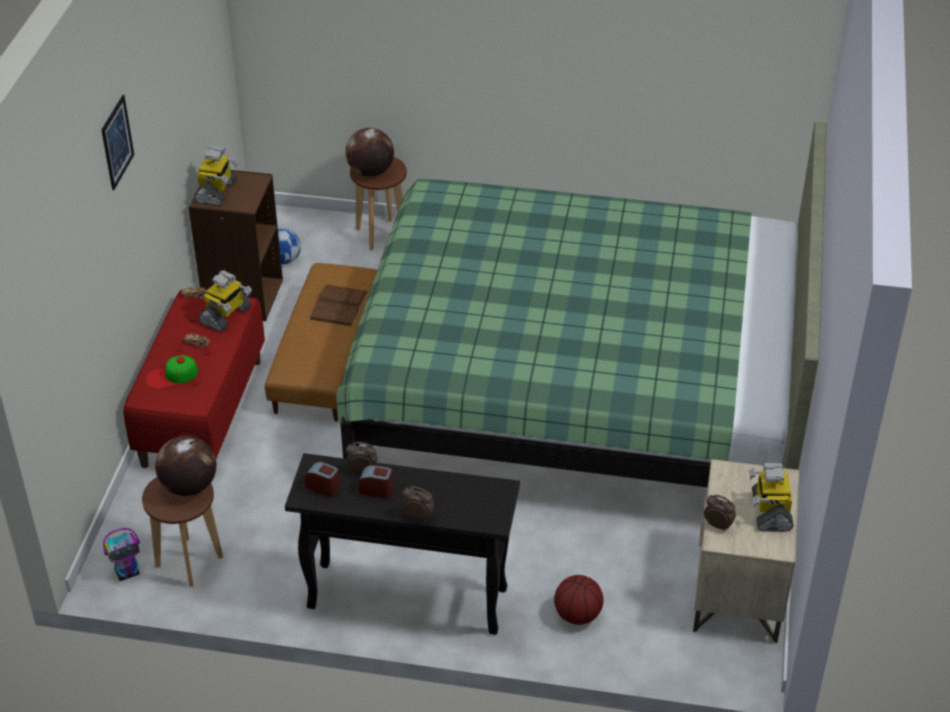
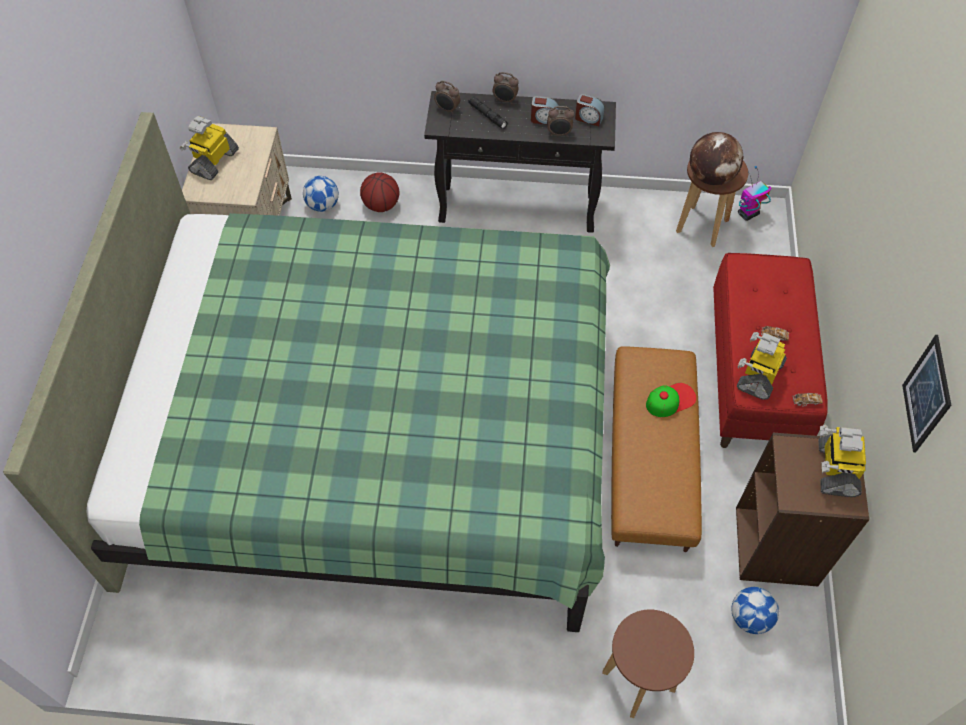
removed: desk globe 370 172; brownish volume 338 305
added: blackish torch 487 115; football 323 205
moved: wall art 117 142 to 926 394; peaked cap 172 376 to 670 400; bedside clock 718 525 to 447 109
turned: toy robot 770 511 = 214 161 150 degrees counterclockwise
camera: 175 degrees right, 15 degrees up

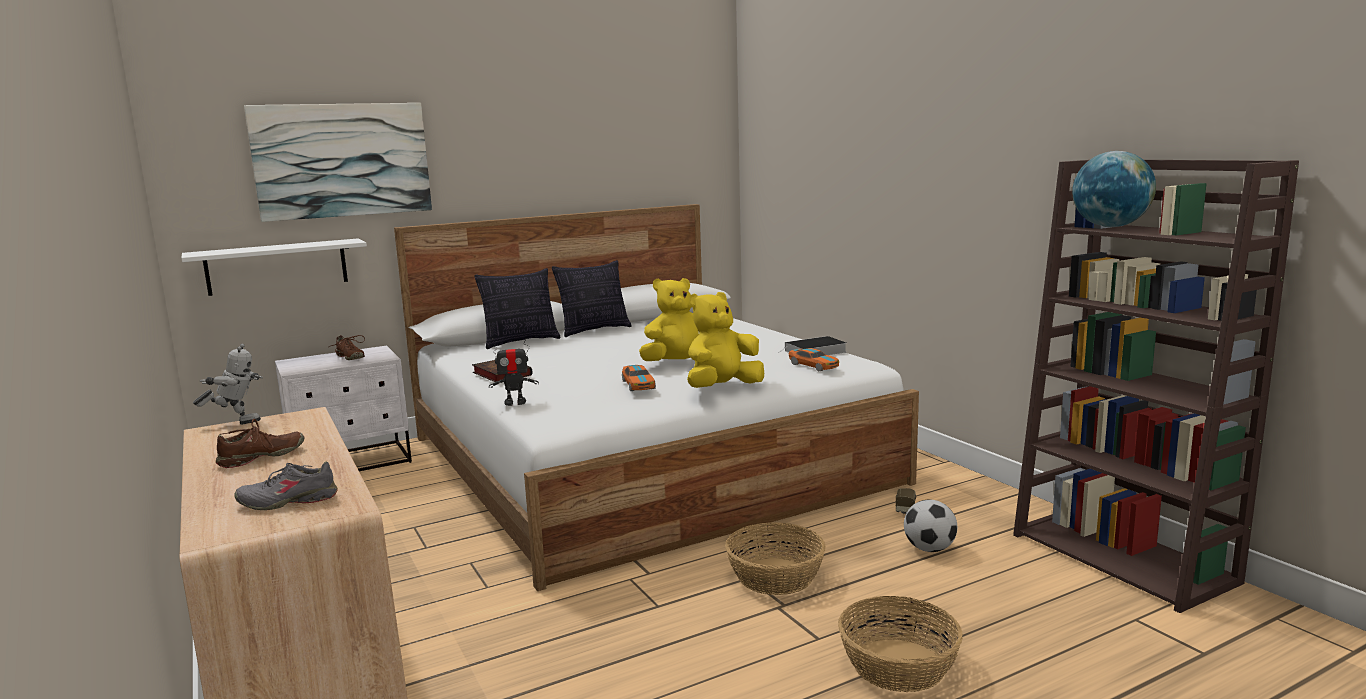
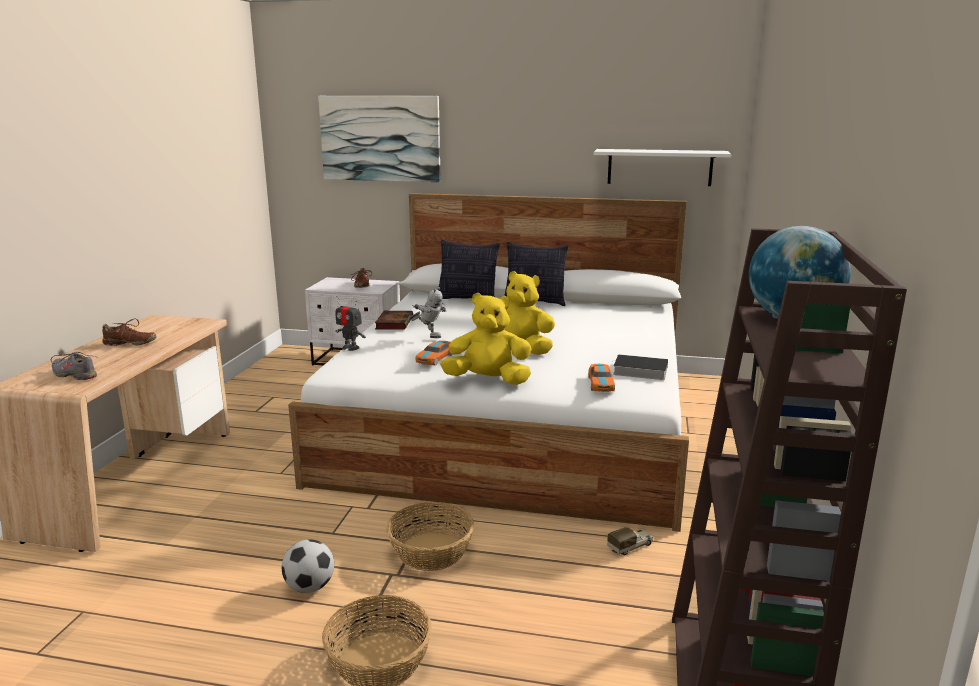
moved: white wall shelf 277 266 to 659 167; toy robot 236 422 to 429 335; football 929 549 to 310 587
camera: 40 degrees right, 5 degrees up

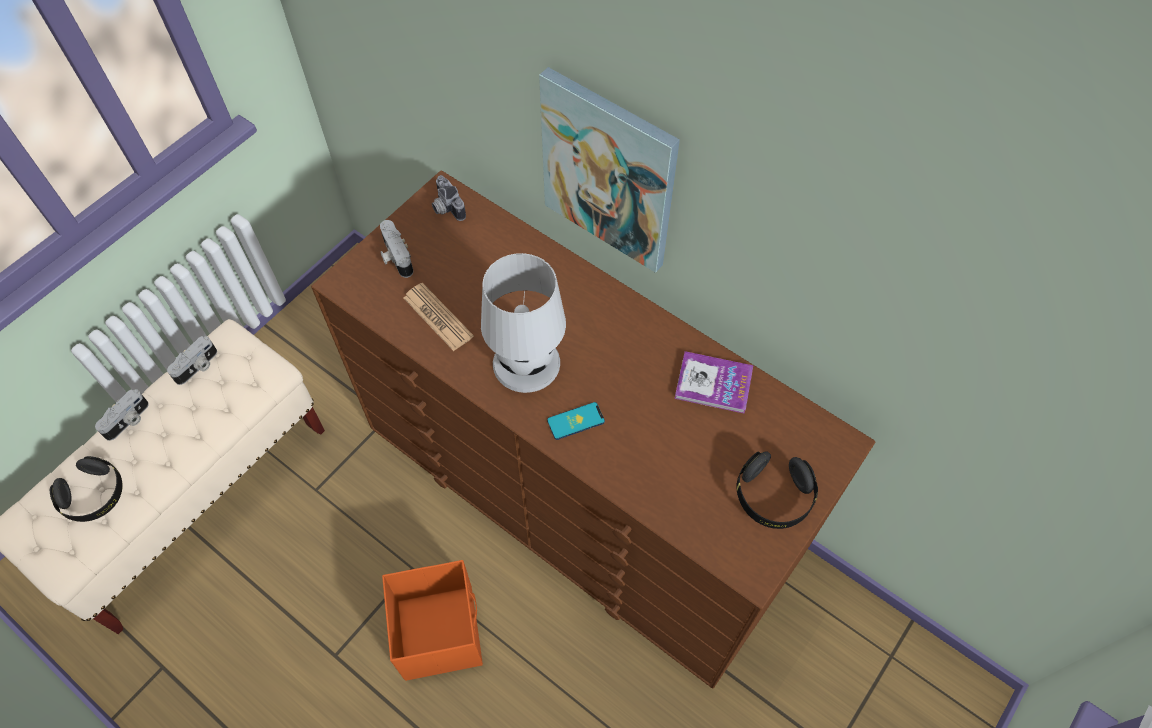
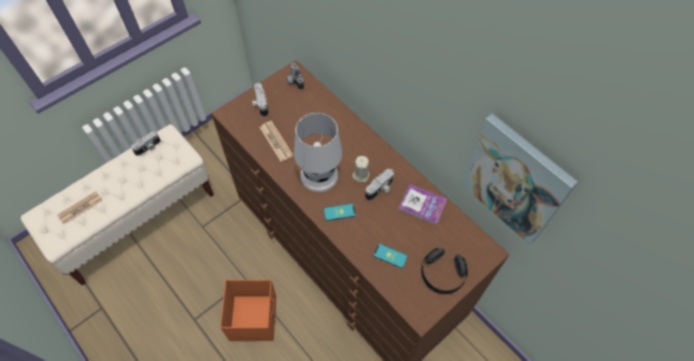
added: sand-coloured wax candle 360 175; phone 390 256
moved: wall art 609 171 to 515 180; still camera 128 421 to 380 189
replaced: blackish headphones 94 496 to printed paper 80 208
camera: 10 degrees right, 0 degrees up

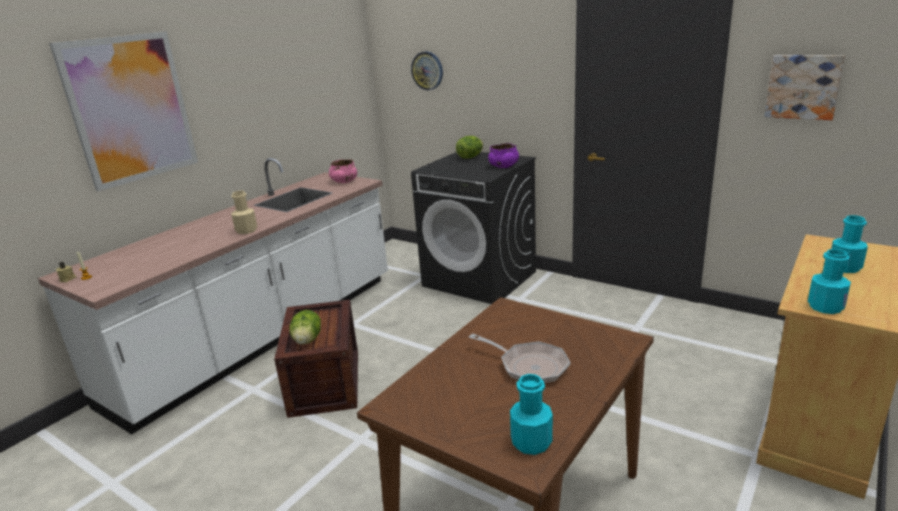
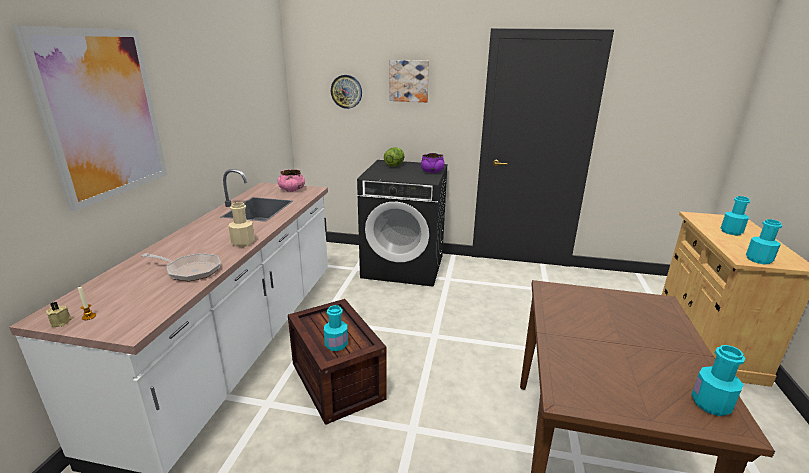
moved: wall art 803 86 to 409 81; frying pan 529 366 to 190 270
replaced: head of lettuce 307 340 to blue-green beverage bottle 336 344
camera: 25 degrees left, 0 degrees up

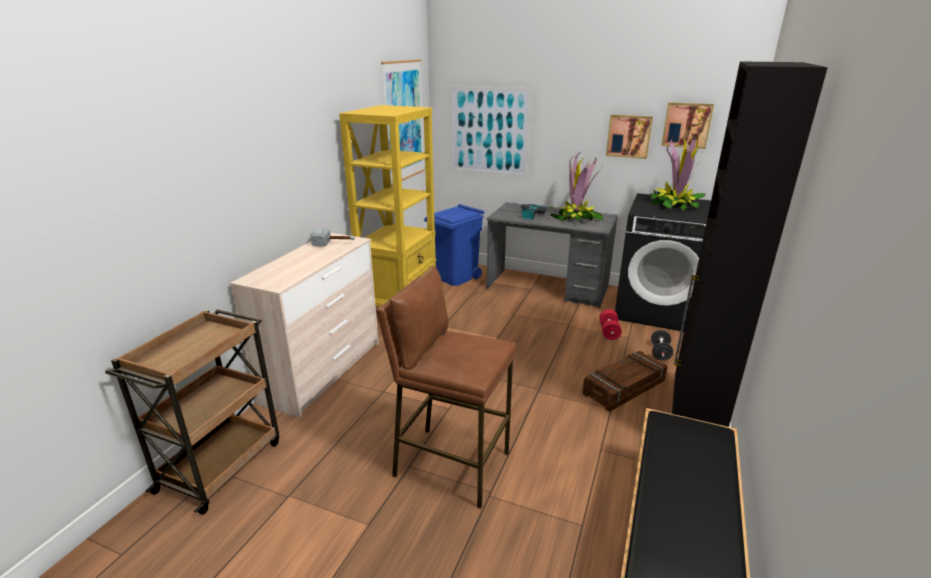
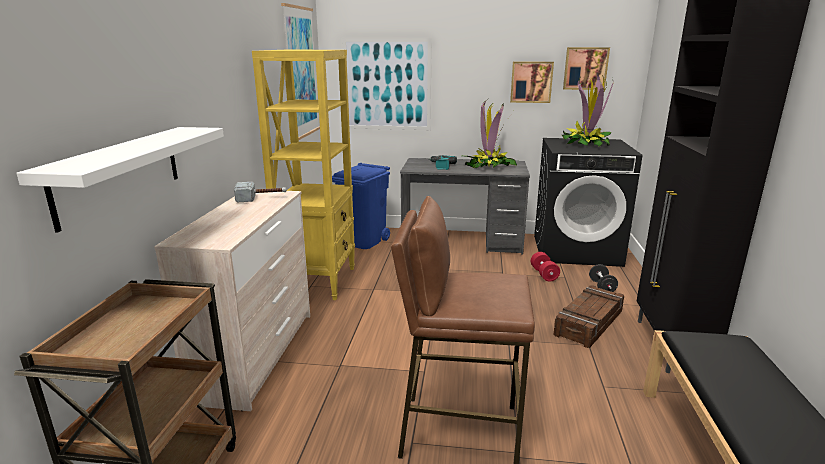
added: white wall shelf 120 173
camera: 15 degrees left, 5 degrees down

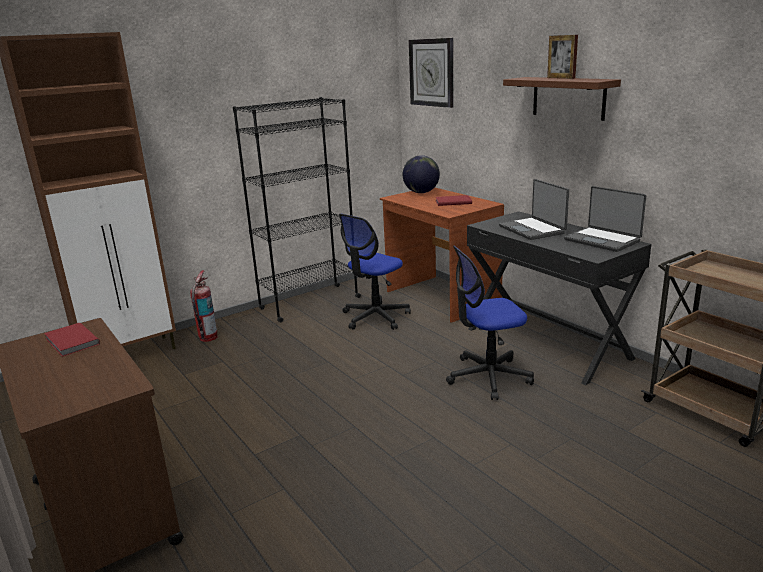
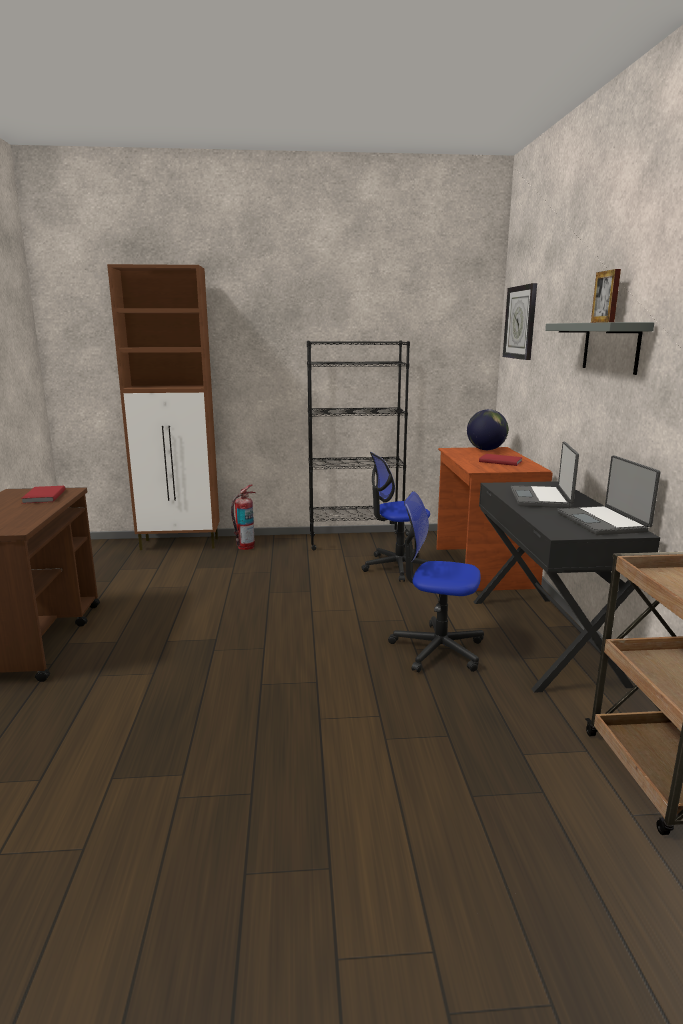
recoloured: brownish wall shelf 568 98 to greyish wall shelf 611 347
camera: 30 degrees right, 5 degrees down

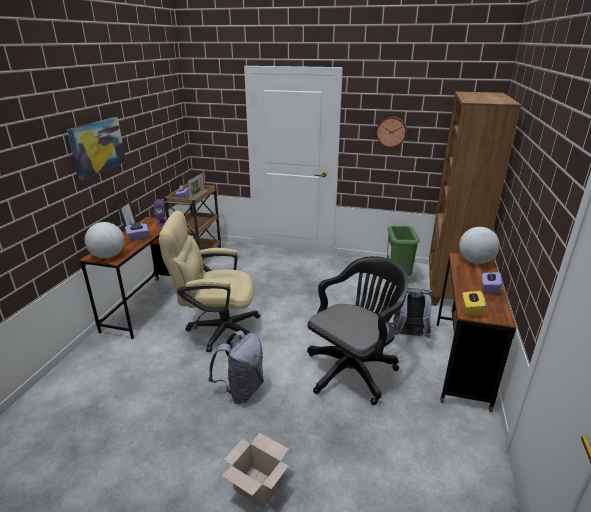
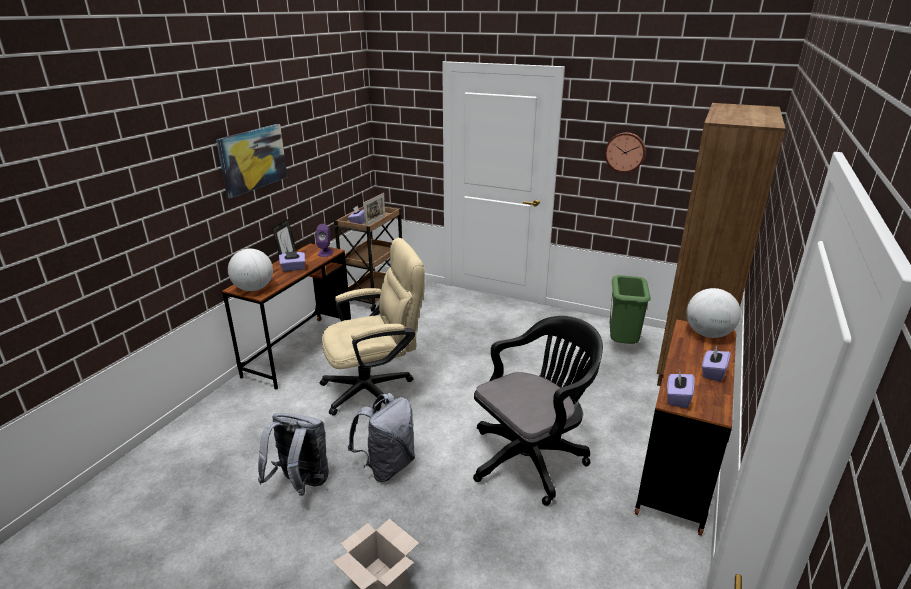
moved: greyish backpack 408 336 to 300 484
recoloured: yellow tissue holder 471 310 to purple-coloured tissue holder 677 398
turned: sand-coloured office chair 217 329 = 376 388 150 degrees clockwise
camera: 10 degrees right, 0 degrees up

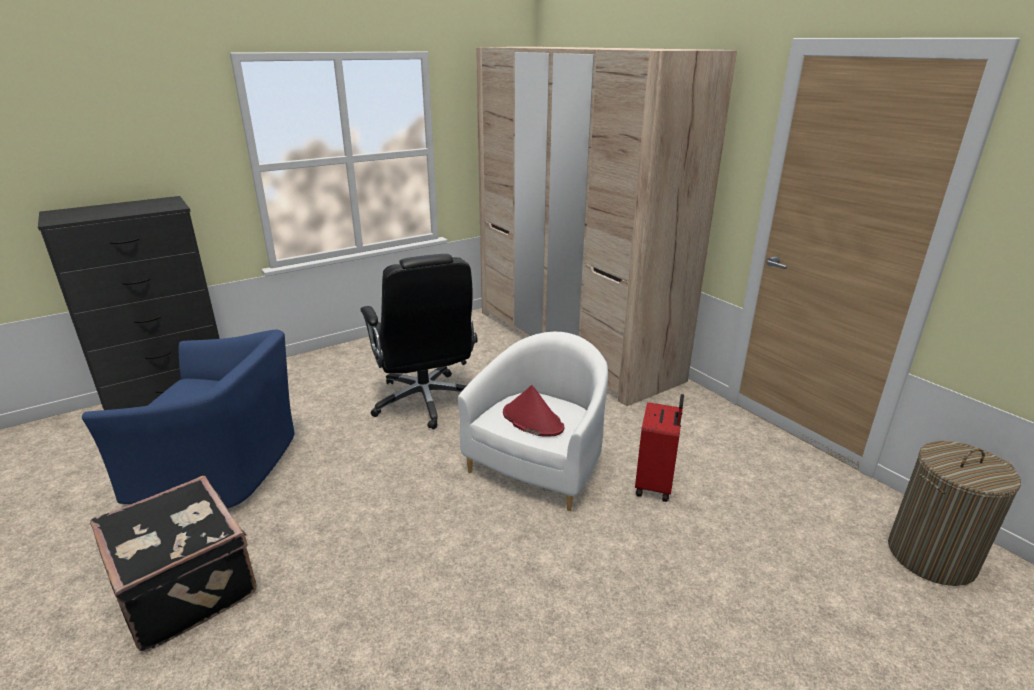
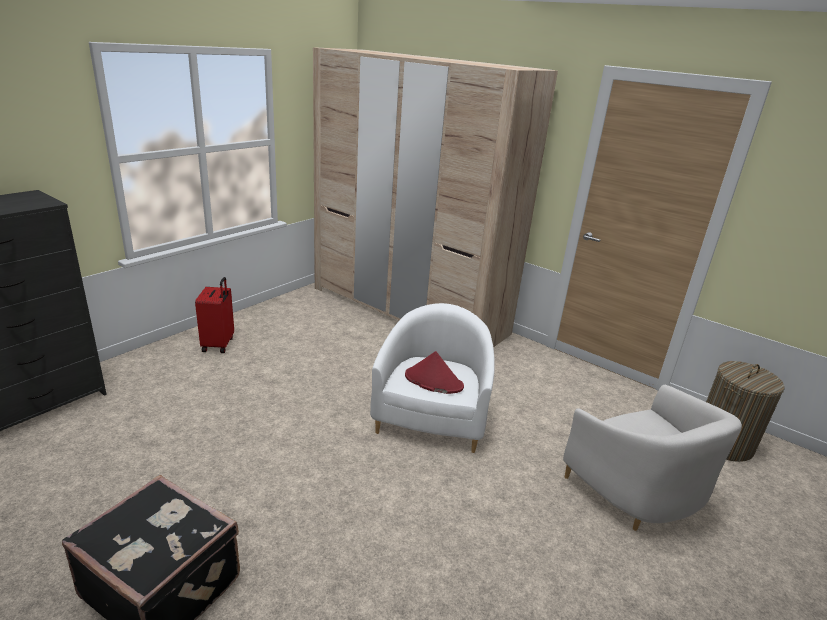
removed: blackish office chair 425 401; blue easy chair 222 468
added: white easy chair 636 492
moved: red suitcase 655 485 to 219 344
camera: 20 degrees left, 0 degrees up

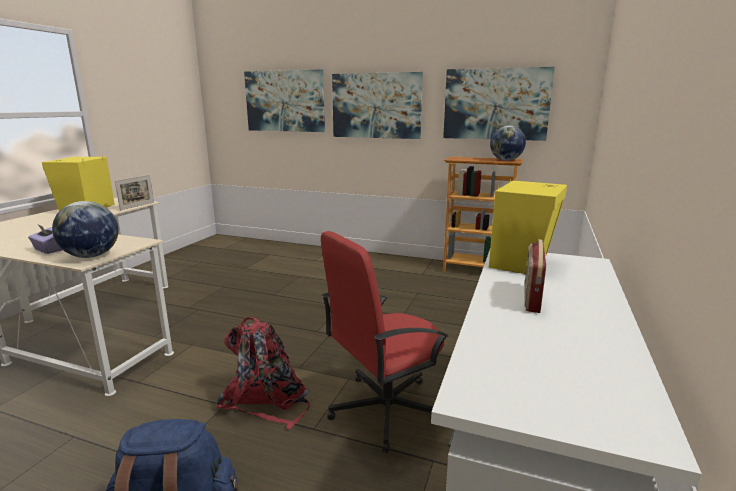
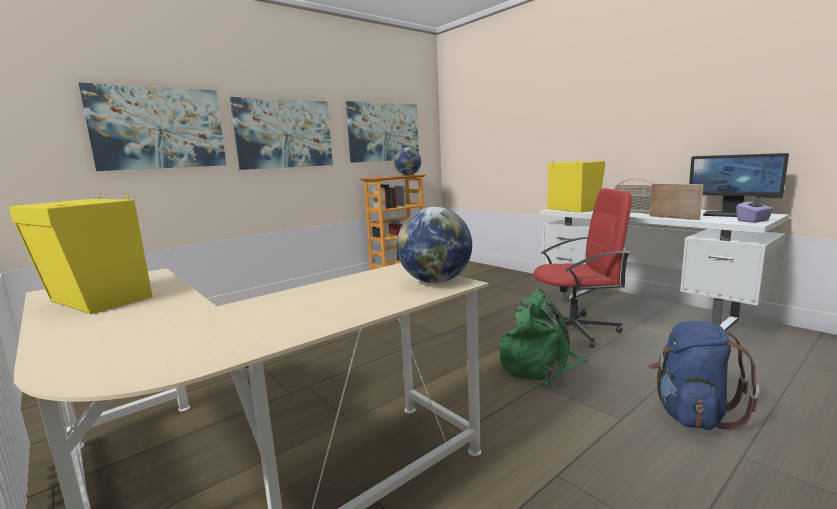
added: computer display 731 214
moved: photo frame 137 206 to 673 218; purple-coloured tissue holder 49 250 to 753 221
recoloured: red backpack 267 399 to green backpack 540 366
turned: red office chair 384 410 = 575 330 90 degrees counterclockwise
camera: 60 degrees left, 5 degrees down

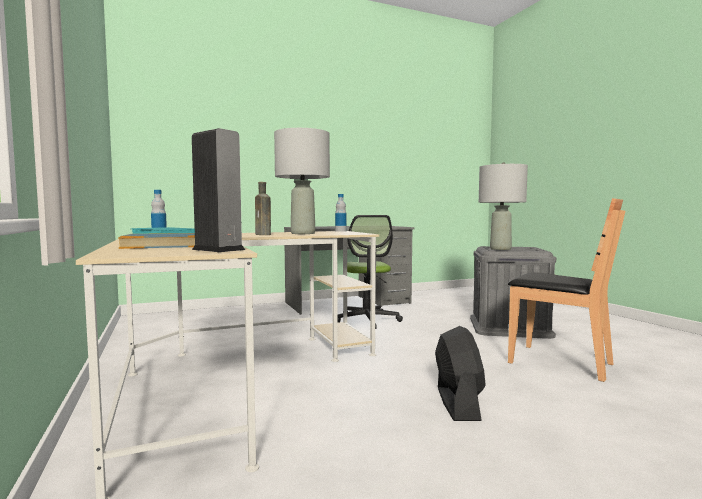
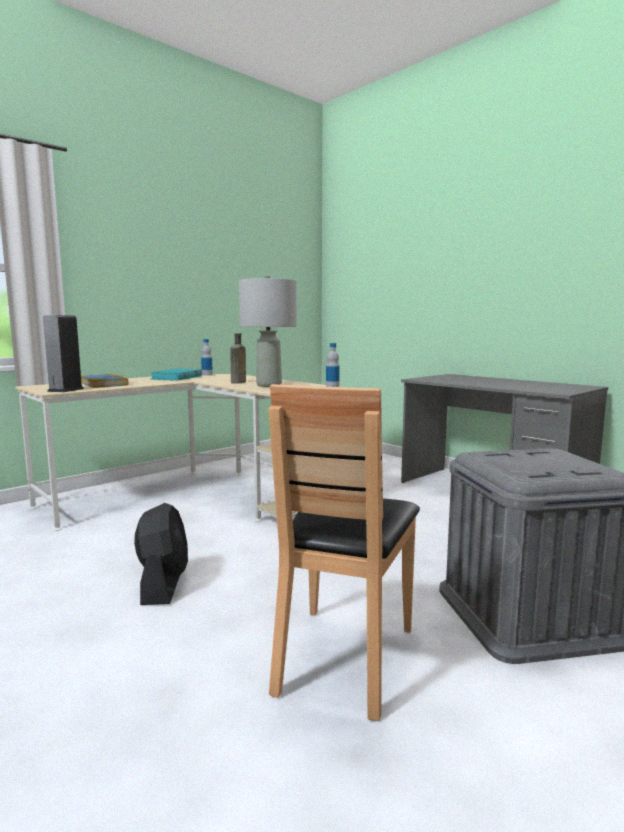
removed: greyish lamp for a table 500 249; office chair 367 320
turned: blackish fan 457 403 = 163 584 75 degrees counterclockwise
camera: 70 degrees right, 5 degrees up

